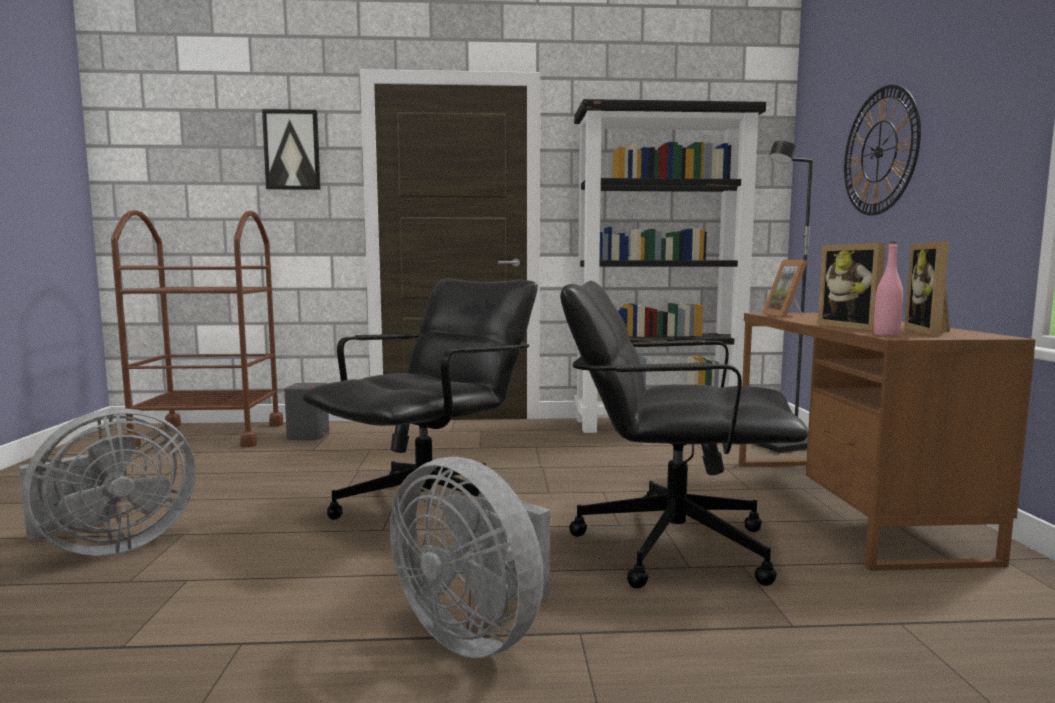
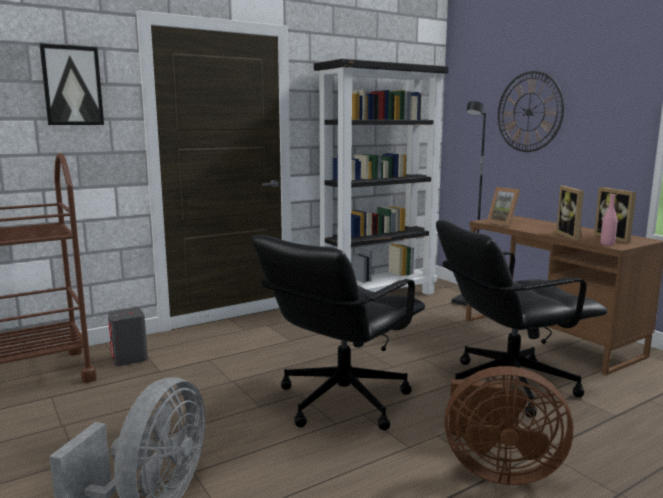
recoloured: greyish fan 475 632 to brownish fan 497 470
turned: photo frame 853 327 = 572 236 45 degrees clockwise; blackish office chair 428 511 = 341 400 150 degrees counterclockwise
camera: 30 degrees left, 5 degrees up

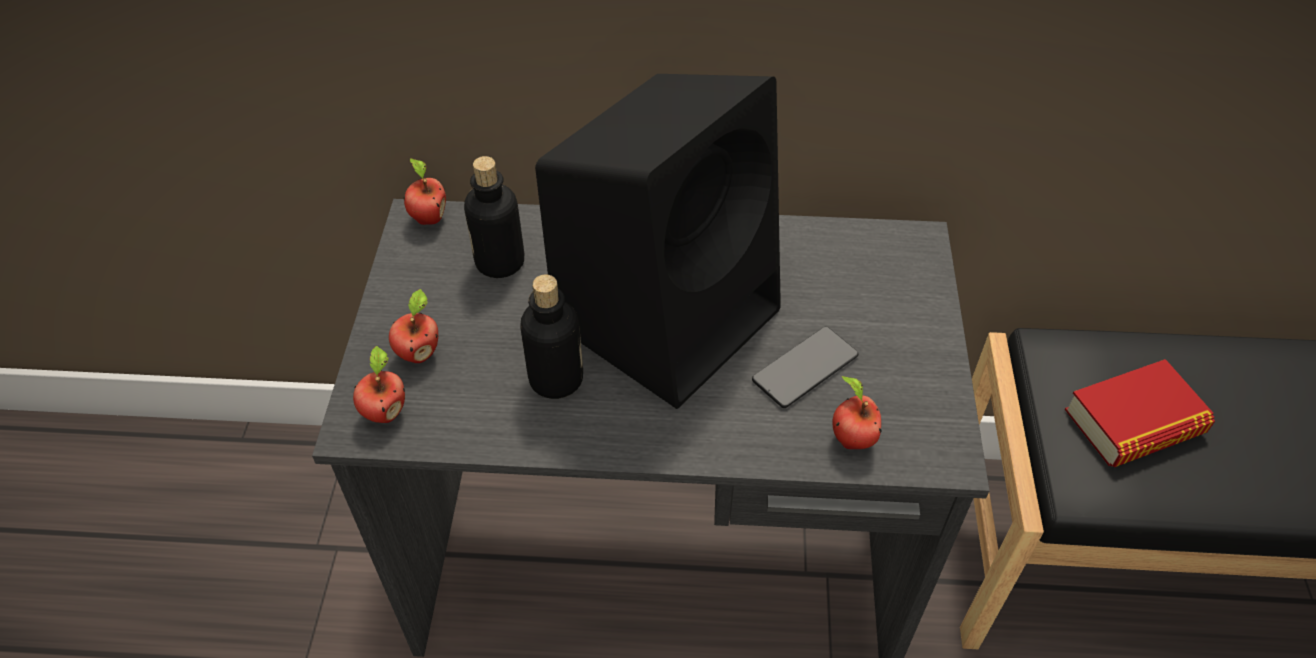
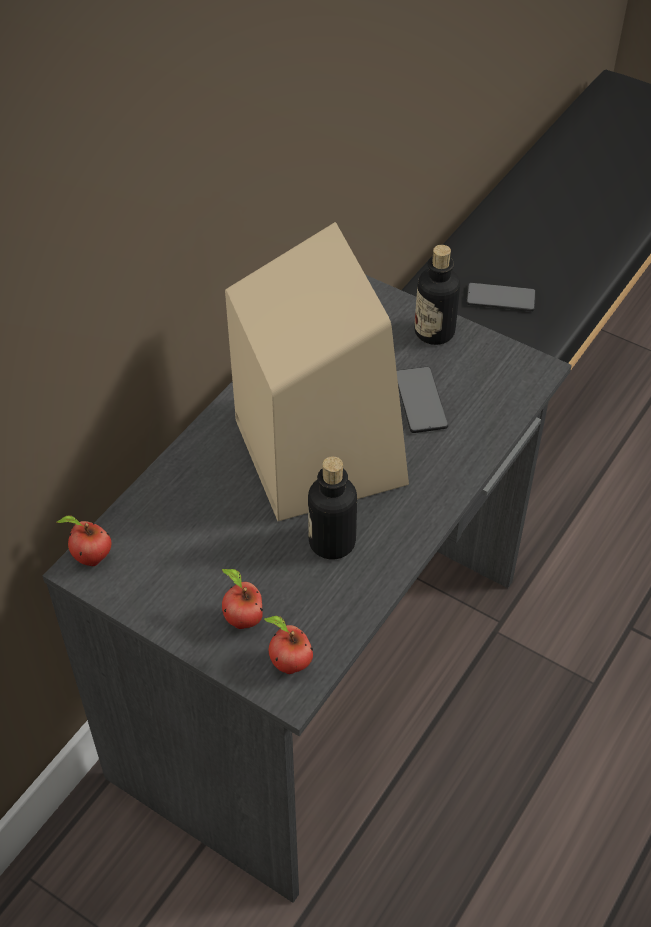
removed: apple 850 439
moved: beverage bottle 500 262 to 434 332
replaced: volume 1134 422 to phone 500 298
recoloured: blackish speaker 670 312 to sand-coloured speaker 316 449
camera: 60 degrees left, 0 degrees up

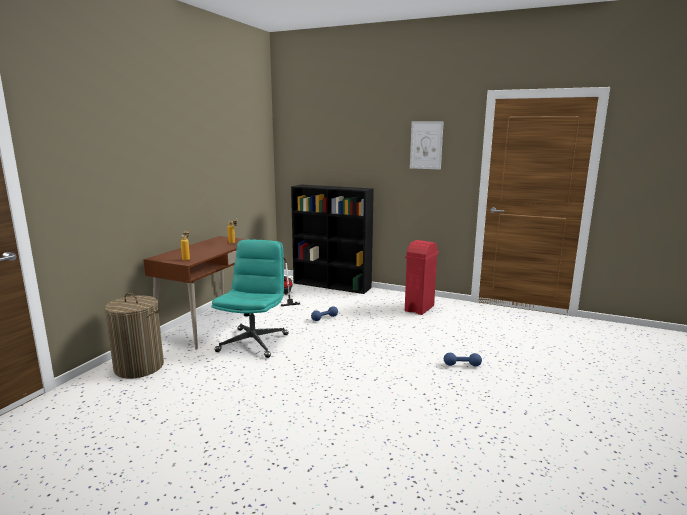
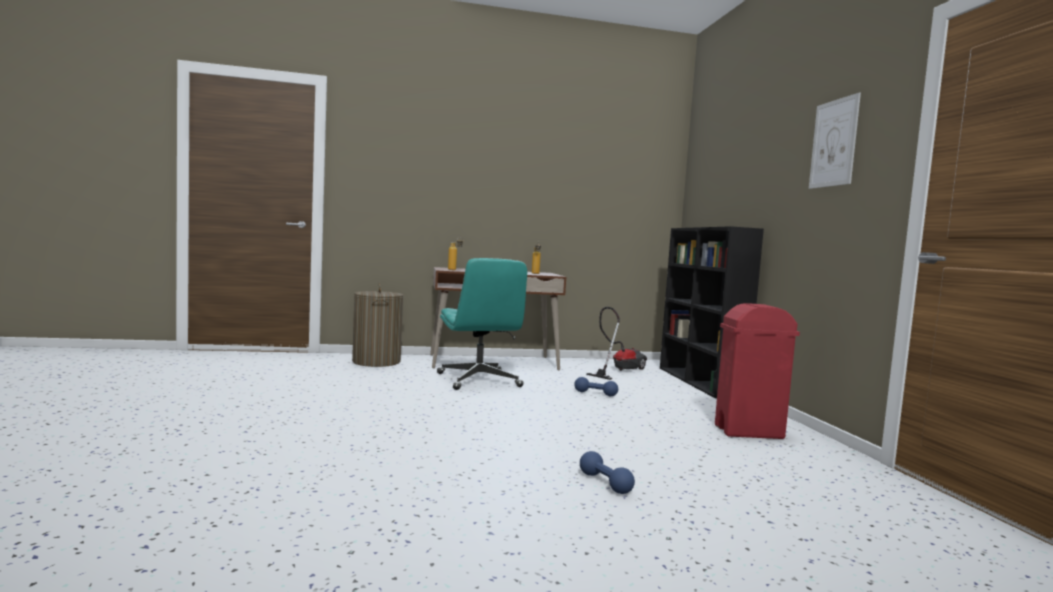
turned: blue-green office chair 253 342 = 479 380 90 degrees clockwise
camera: 55 degrees right, 10 degrees down

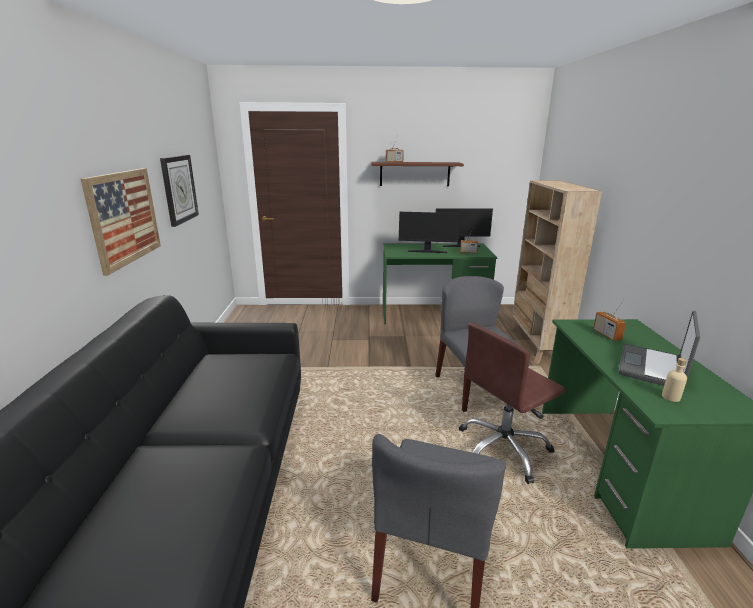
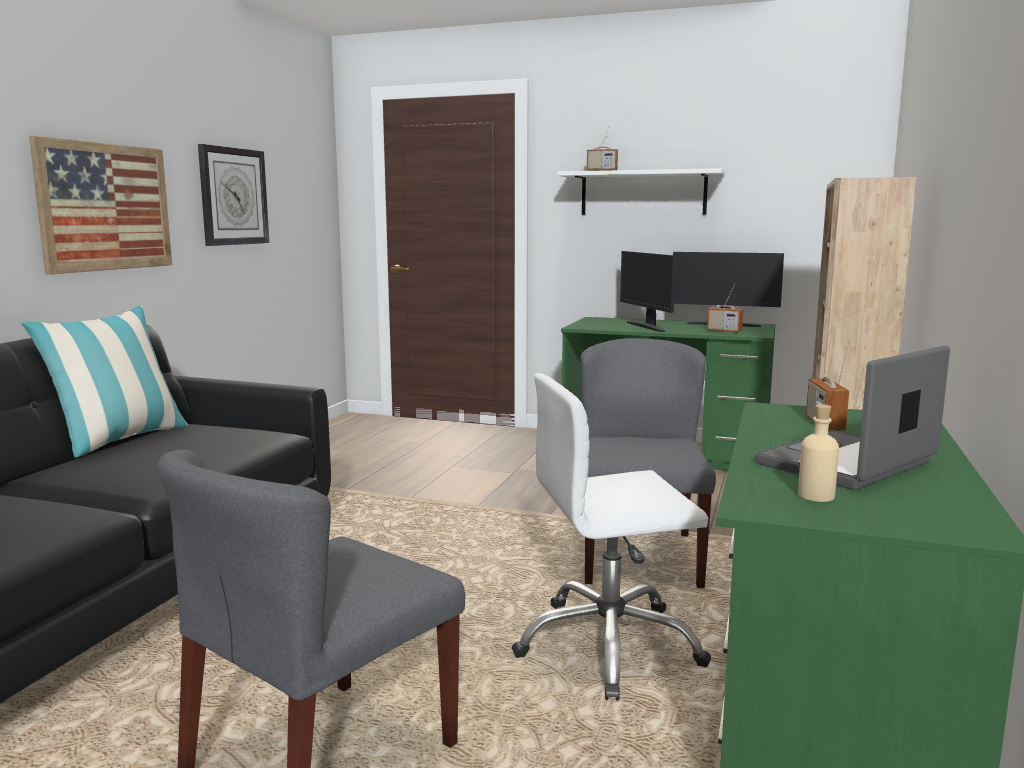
added: cushion 119 440
recoloured: brownish wall shelf 414 174 to white wall shelf 643 193; brownish office chair 503 449 to white office chair 609 646
turned: computer display 427 251 = 647 327 45 degrees clockwise
camera: 20 degrees right, 10 degrees down

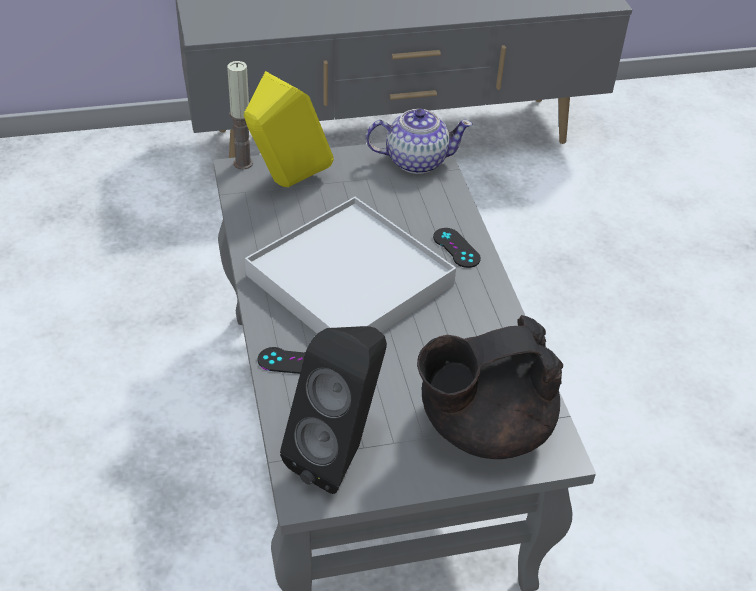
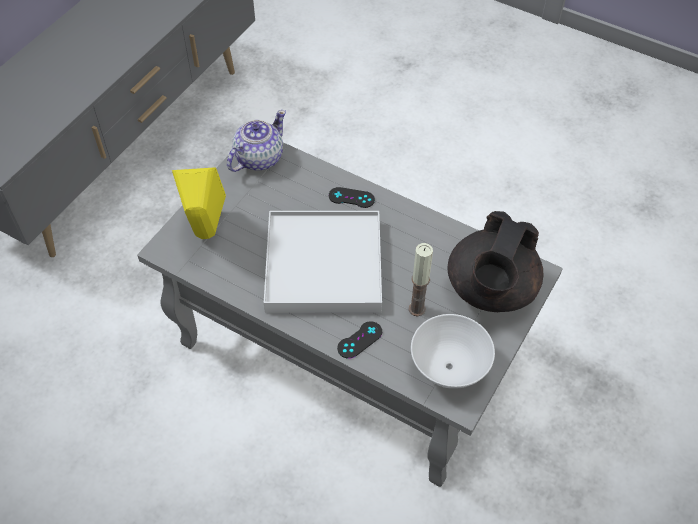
moved: wax candle 243 163 to 417 309
replaced: blackish speaker 339 455 to white serving bowl 449 368
camera: 45 degrees left, 10 degrees up

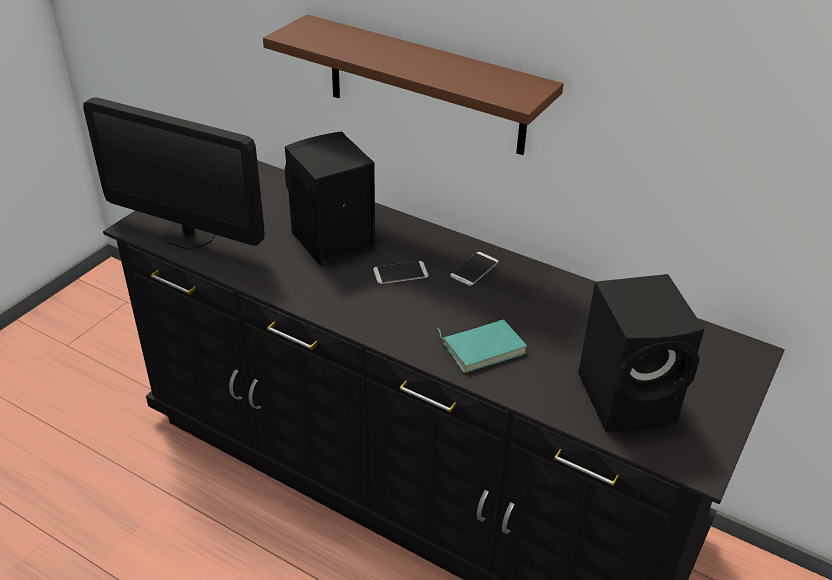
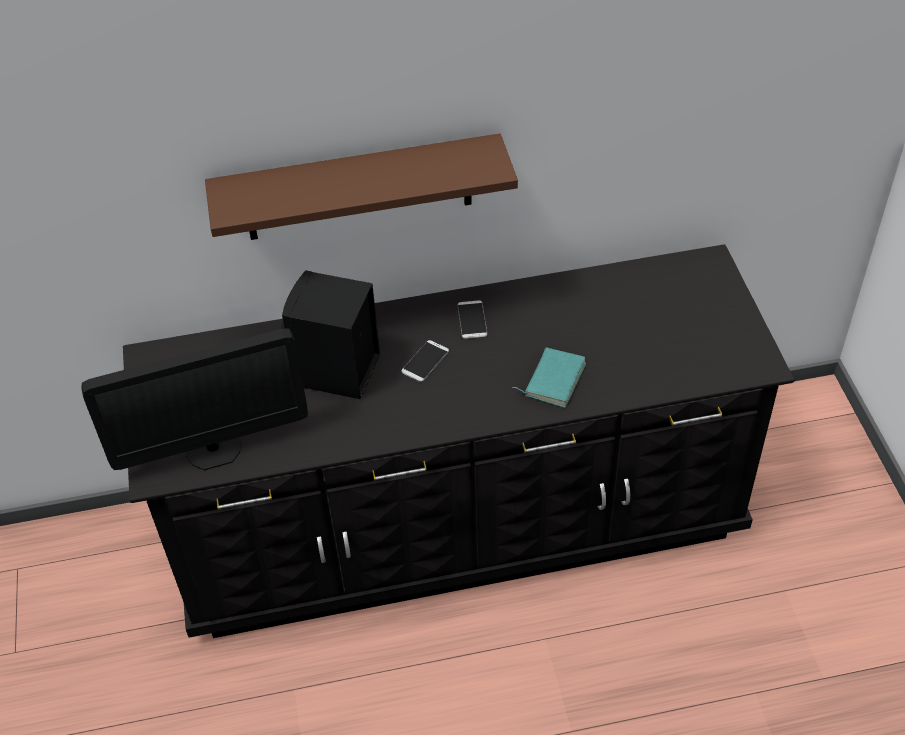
removed: blackish speaker 630 398
camera: 40 degrees left, 10 degrees up

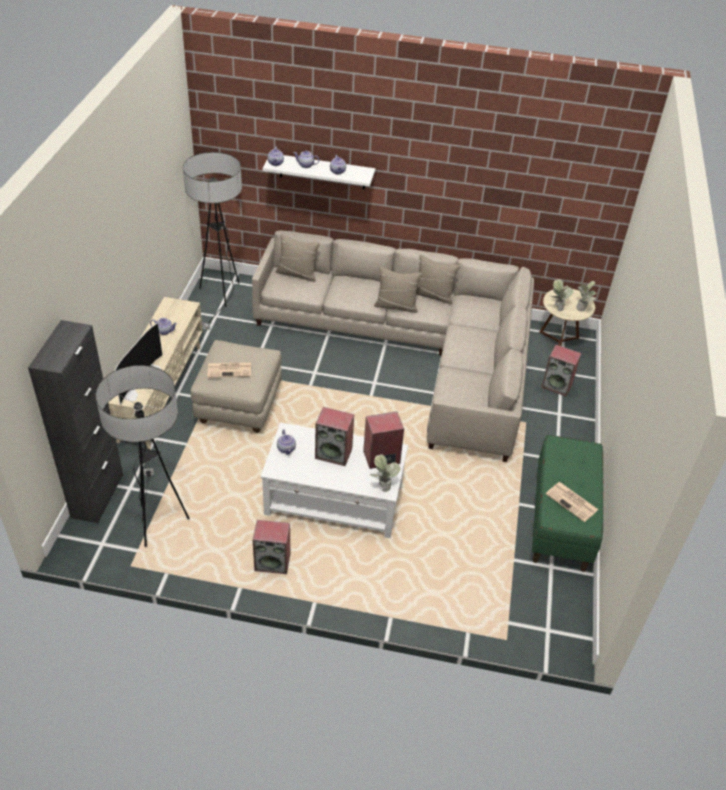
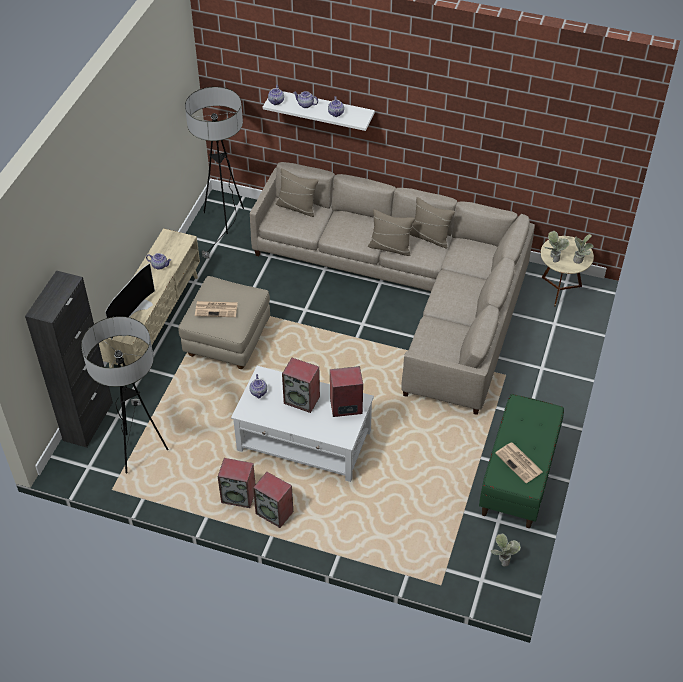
moved: speaker 557 385 to 275 513; potted plant 382 485 to 502 559
camera: 10 degrees right, 5 degrees up

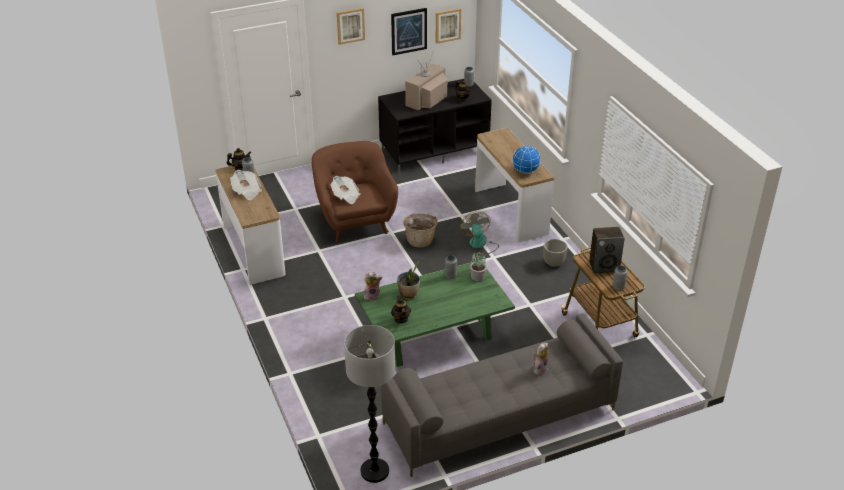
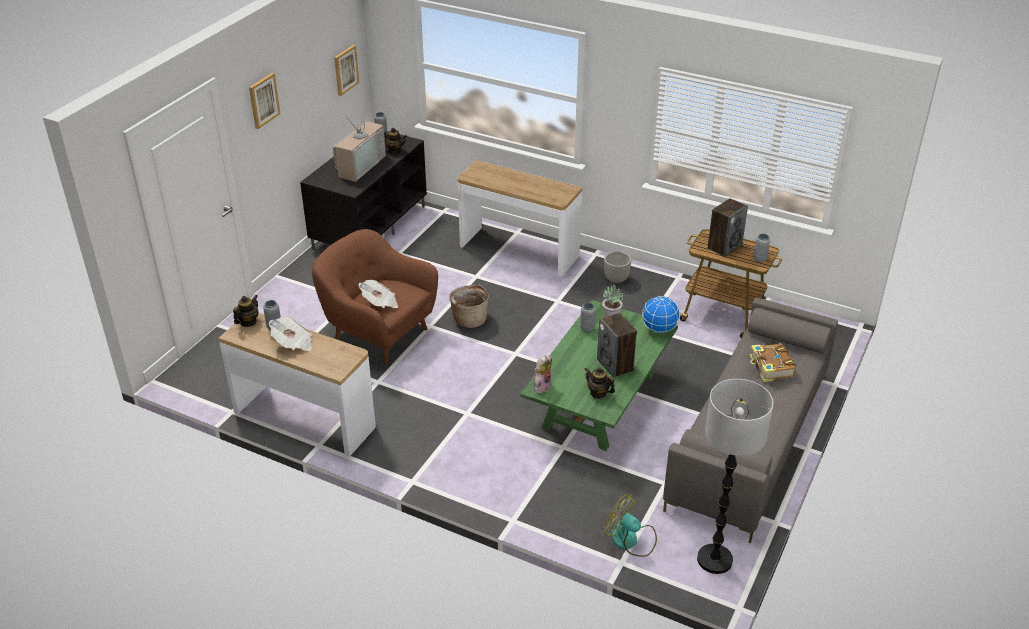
removed: wall art 408 31; potted plant 409 294
added: speaker 615 365
moved: desk globe 525 171 to 659 329; fan 480 245 to 630 540
replaced: soft toy 539 368 to volume 771 368
turned: television 427 100 = 359 165 150 degrees counterclockwise
camera: 40 degrees left, 0 degrees up

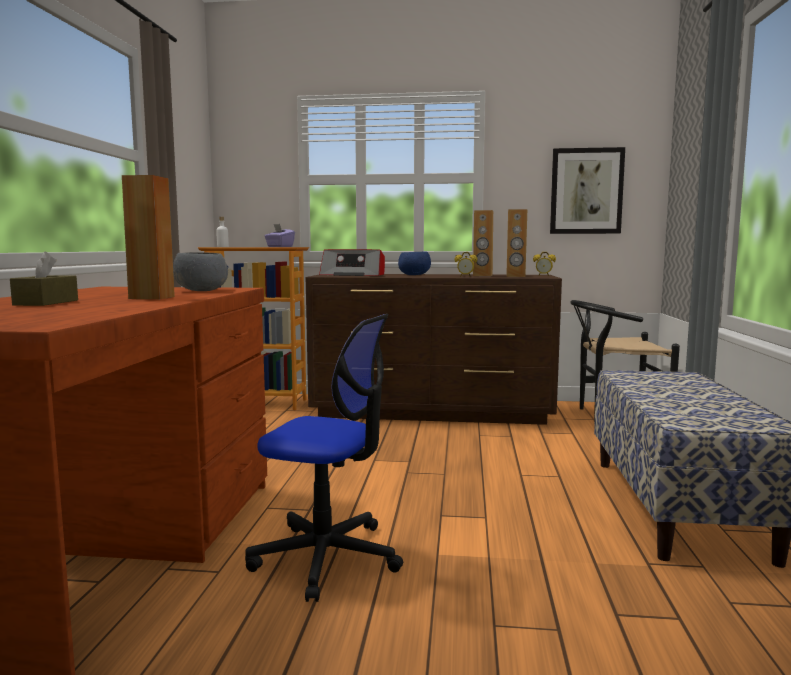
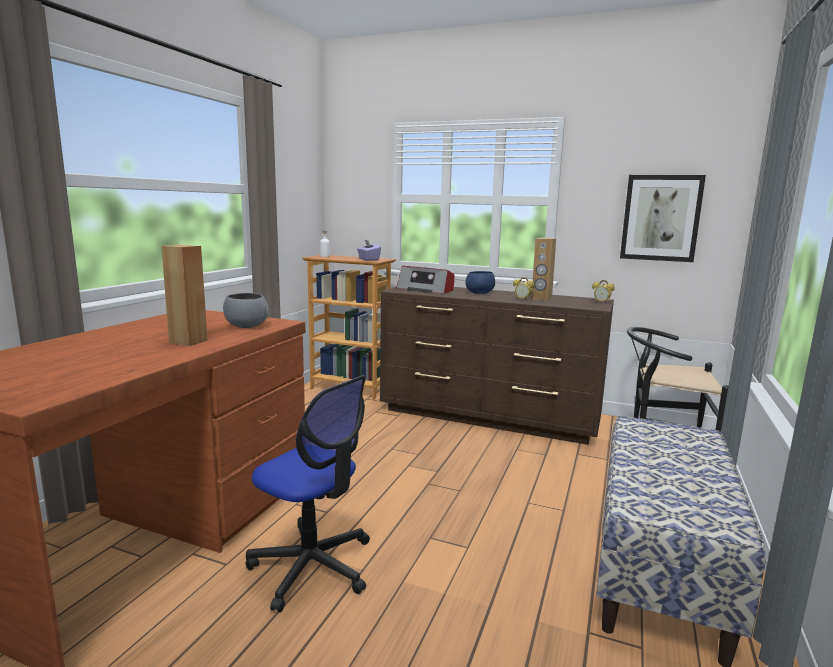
removed: brownish speaker 515 276; brownish tissue holder 46 302
camera: 15 degrees right, 5 degrees up

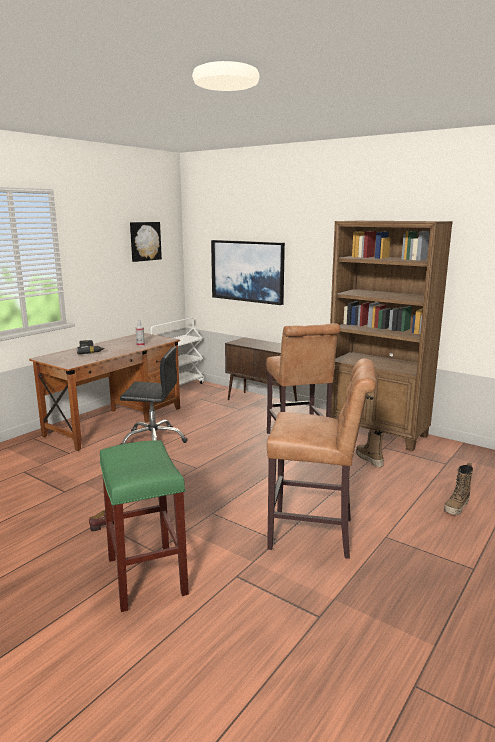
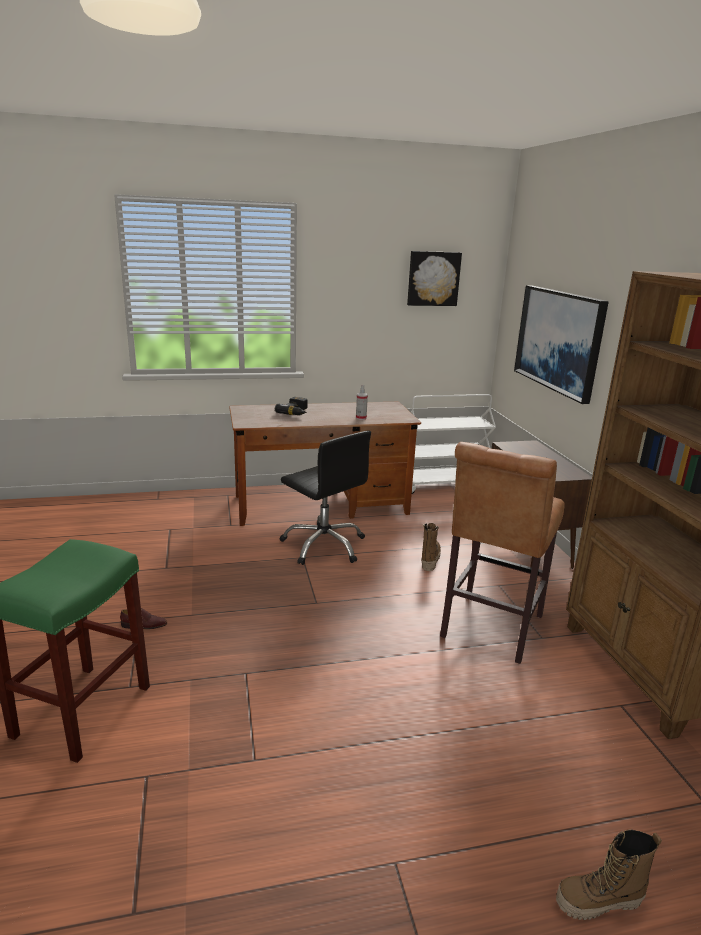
removed: brownish stool seat 316 534
moved: boot 369 459 to 429 559
camera: 40 degrees right, 5 degrees up

